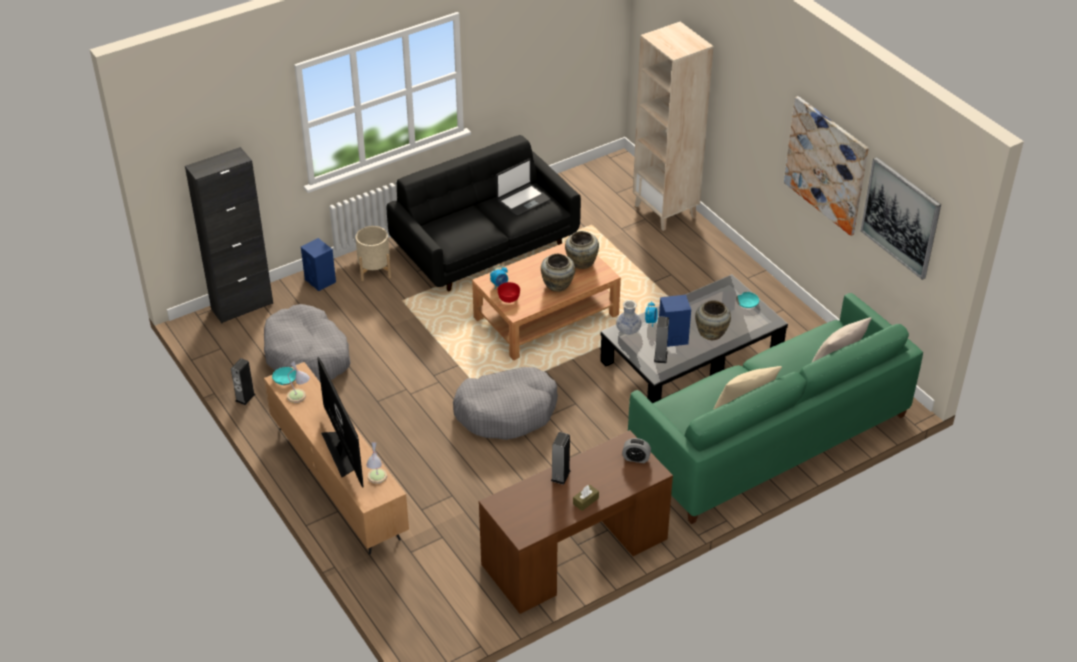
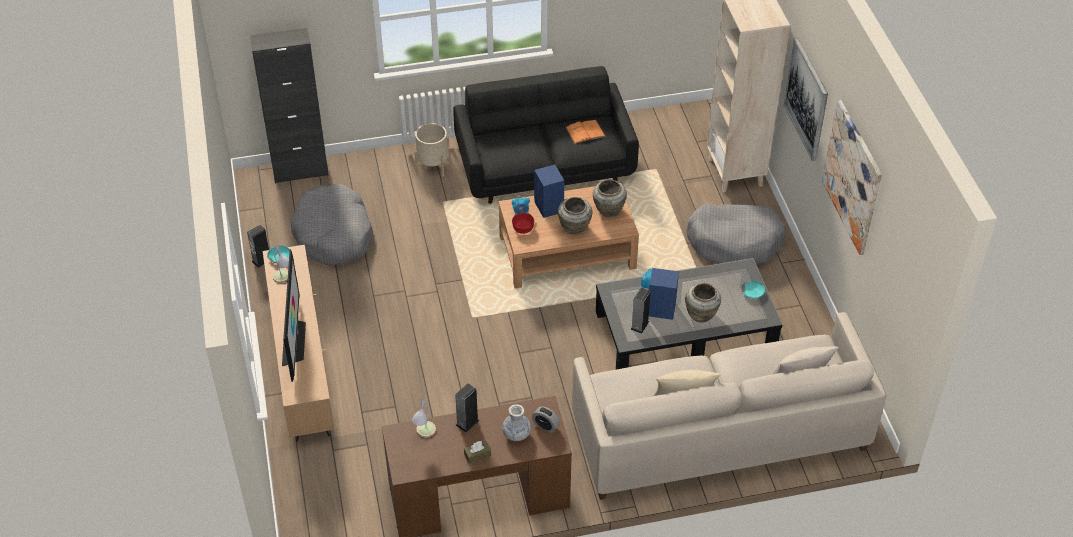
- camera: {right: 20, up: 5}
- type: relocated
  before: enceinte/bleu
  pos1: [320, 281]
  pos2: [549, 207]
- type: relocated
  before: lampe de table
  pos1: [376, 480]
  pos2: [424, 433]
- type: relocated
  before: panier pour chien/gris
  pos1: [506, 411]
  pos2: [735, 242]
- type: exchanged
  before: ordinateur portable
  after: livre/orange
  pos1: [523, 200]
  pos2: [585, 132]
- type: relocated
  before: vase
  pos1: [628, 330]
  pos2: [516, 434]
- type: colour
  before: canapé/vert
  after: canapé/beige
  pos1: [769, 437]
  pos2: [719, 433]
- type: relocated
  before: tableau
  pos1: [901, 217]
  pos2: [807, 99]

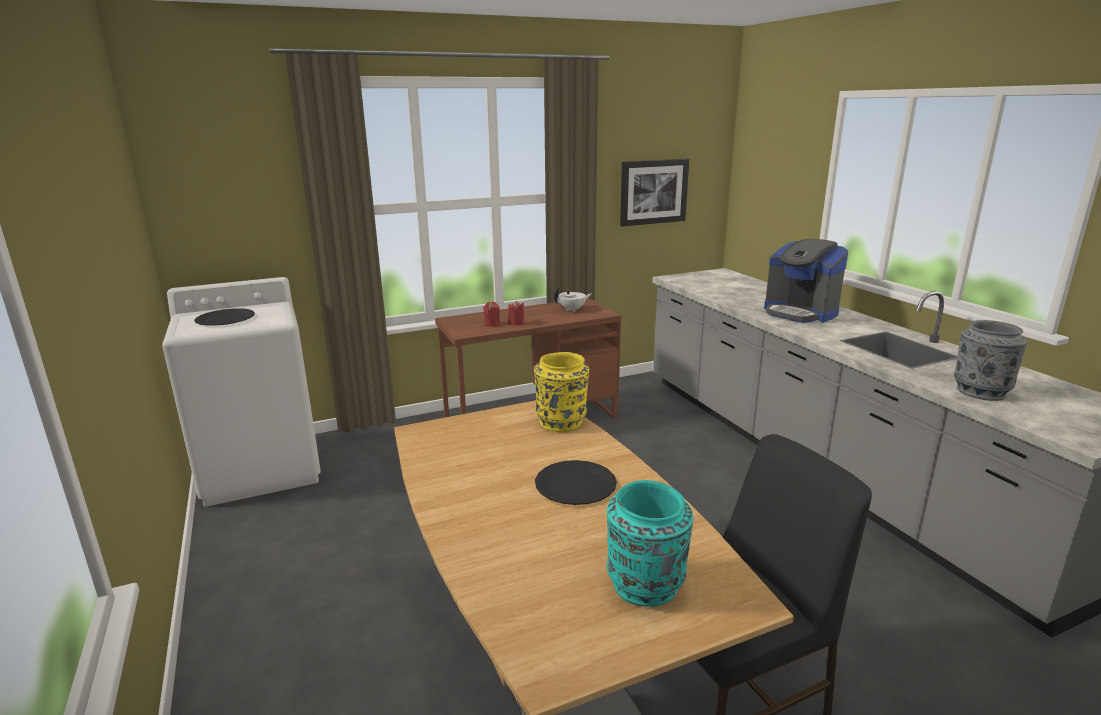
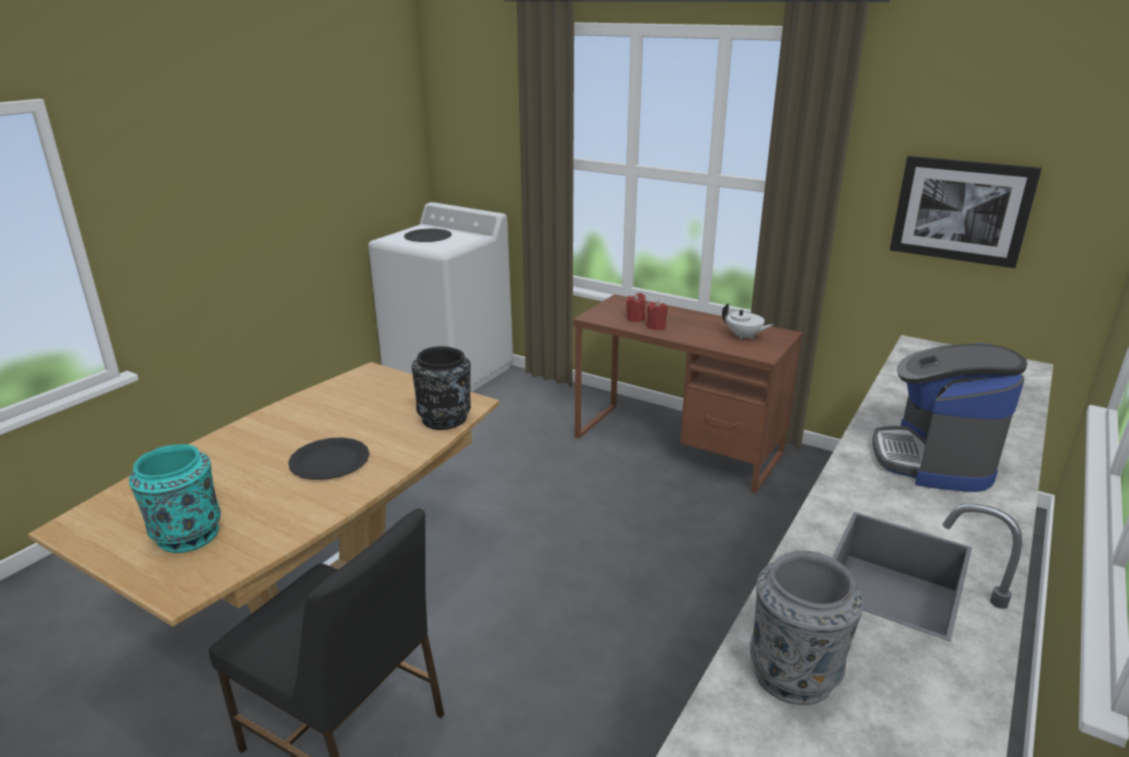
- camera: {right: 55, up: 5}
- type: colour
  before: vase/jaune
  after: vase/noir
  pos1: [562, 422]
  pos2: [445, 419]

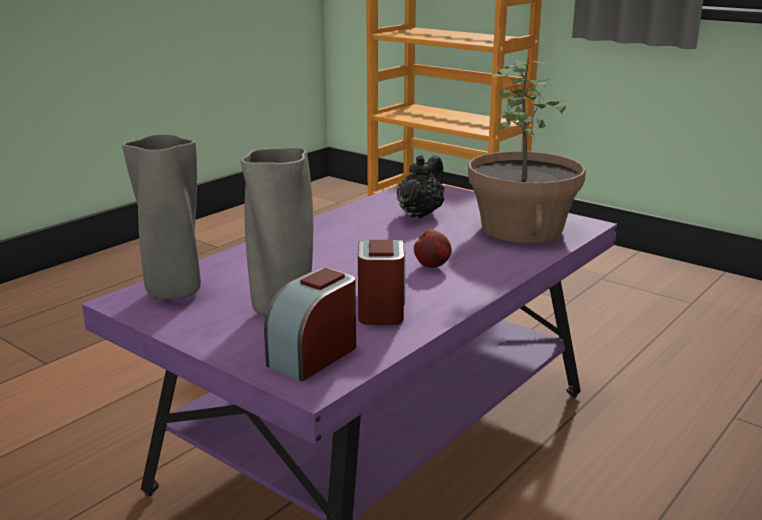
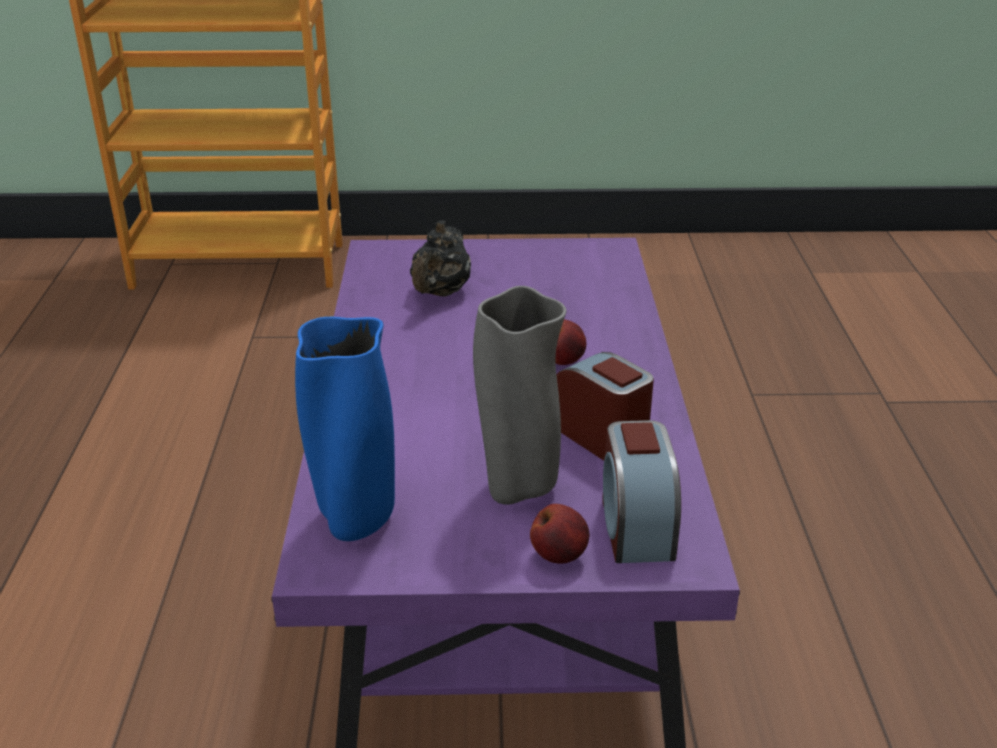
- camera: {right: -40, up: 10}
- type: colour
  before: vase/gris
  after: vase/bleu
  pos1: [175, 291]
  pos2: [356, 520]
- type: spun
  before: théière/noir
  pos1: [420, 214]
  pos2: [440, 292]
  turn: -150
- type: missing
  before: plante en pot
  pos1: [523, 229]
- type: appeared
  after: pomme
  pos2: [559, 555]

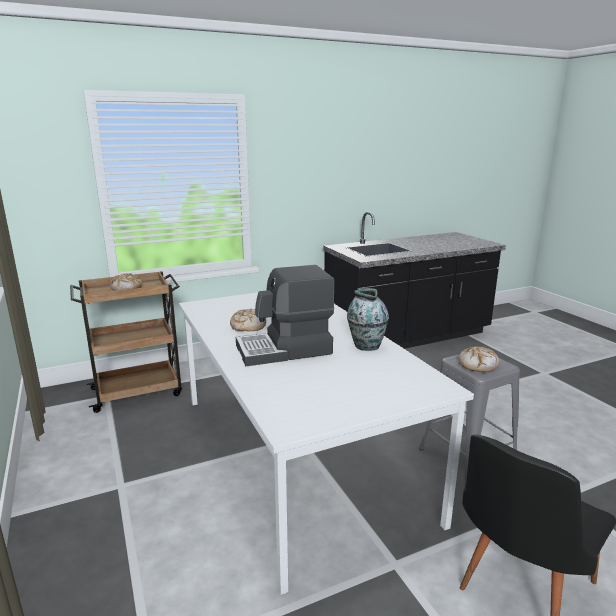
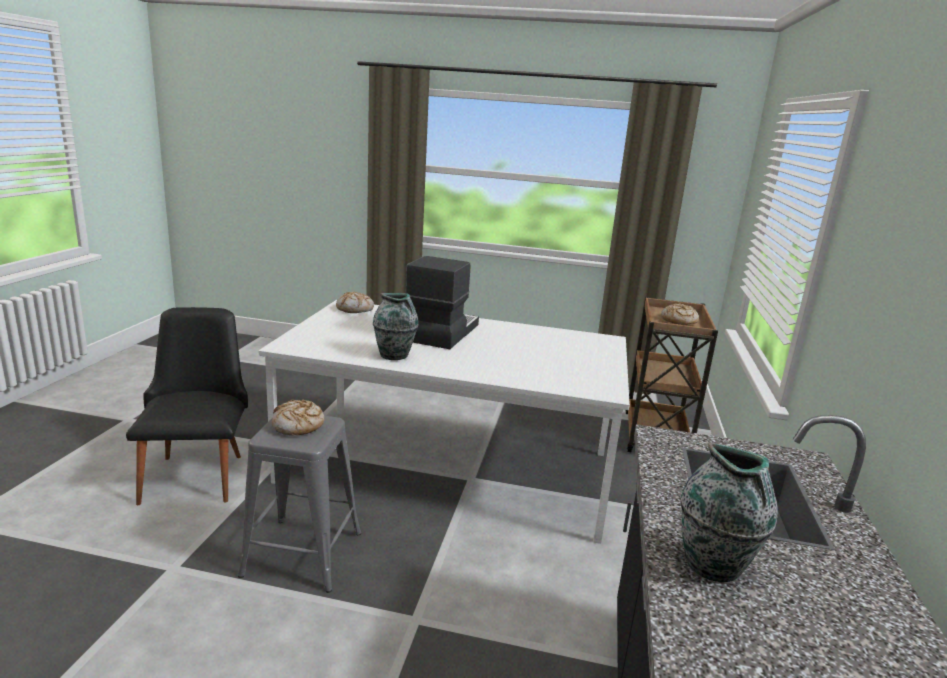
- camera: {right: 125, up: 0}
- type: relocated
  before: pain
  pos1: [248, 326]
  pos2: [355, 309]
- type: appeared
  after: vase
  pos2: [714, 566]

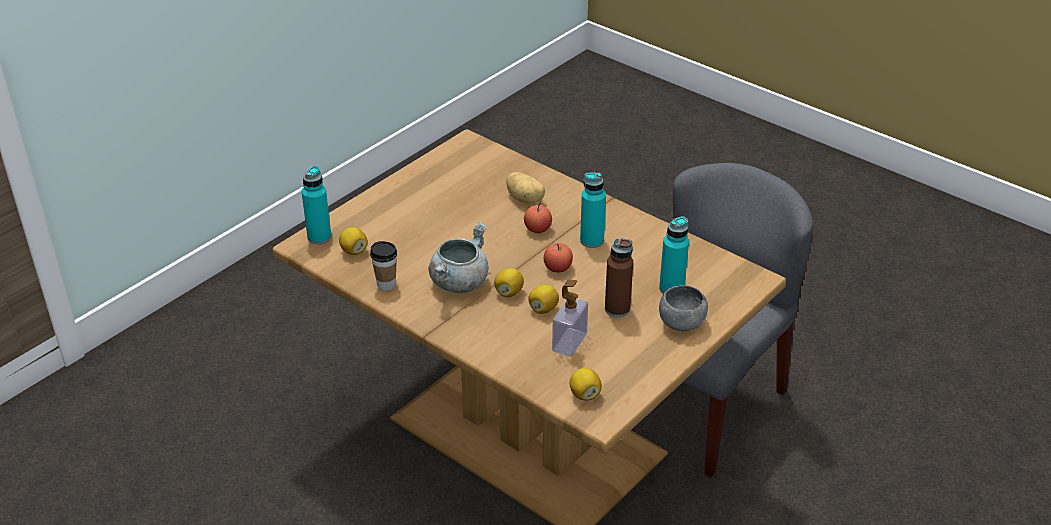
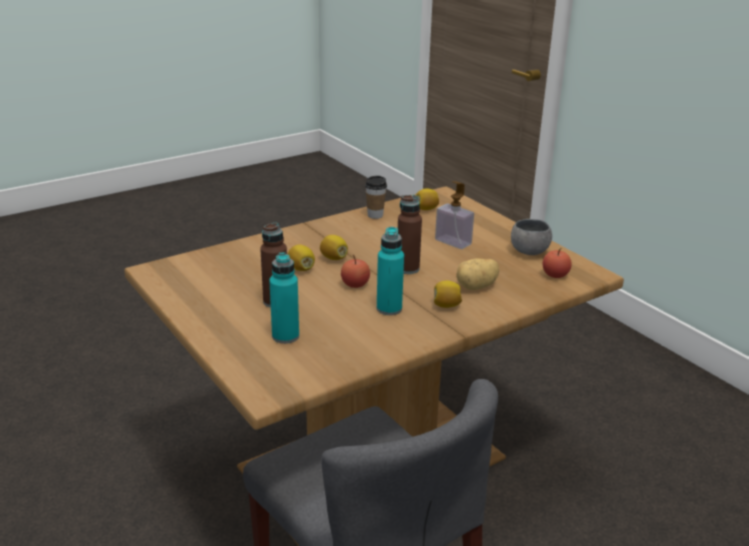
- camera: {right: 105, up: -10}
- type: missing
  before: bouteille/turquoise
  pos1: [319, 237]
- type: missing
  before: marmite/gris
  pos1: [459, 282]
- type: relocated
  before: pomme
  pos1: [537, 229]
  pos2: [555, 275]
- type: relocated
  before: distributeur de savon
  pos1: [569, 342]
  pos2: [453, 242]
- type: relocated
  before: citron
  pos1: [584, 394]
  pos2: [446, 305]
- type: relocated
  before: bol/gris
  pos1: [681, 323]
  pos2: [529, 251]
- type: appeared
  after: bouteille/marron
  pos2: [407, 269]

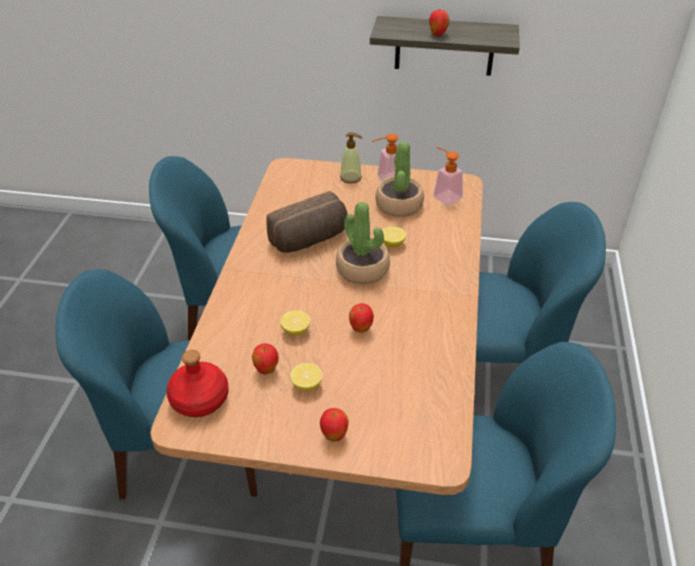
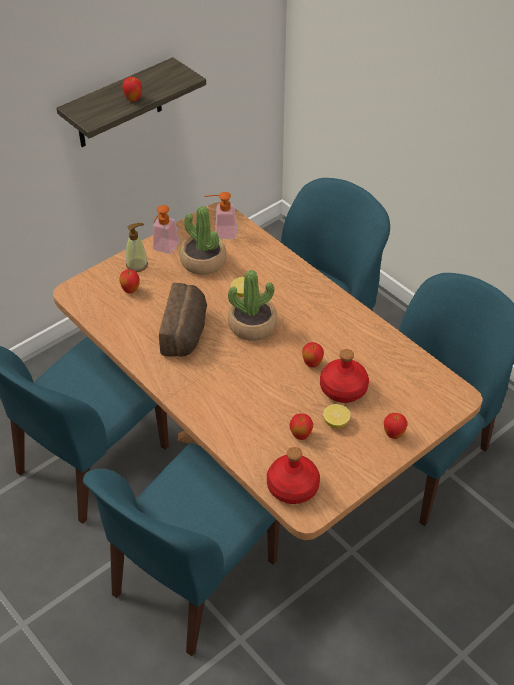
- camera: {right: -50, up: 5}
- type: missing
  before: citron
  pos1: [296, 330]
- type: appeared
  after: pomme
  pos2: [130, 290]
- type: appeared
  after: bouteille/rouge
  pos2: [342, 389]

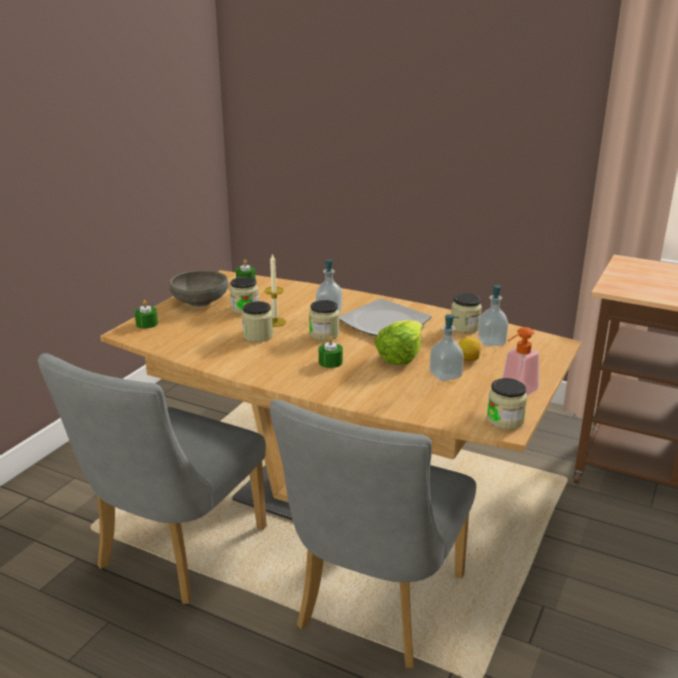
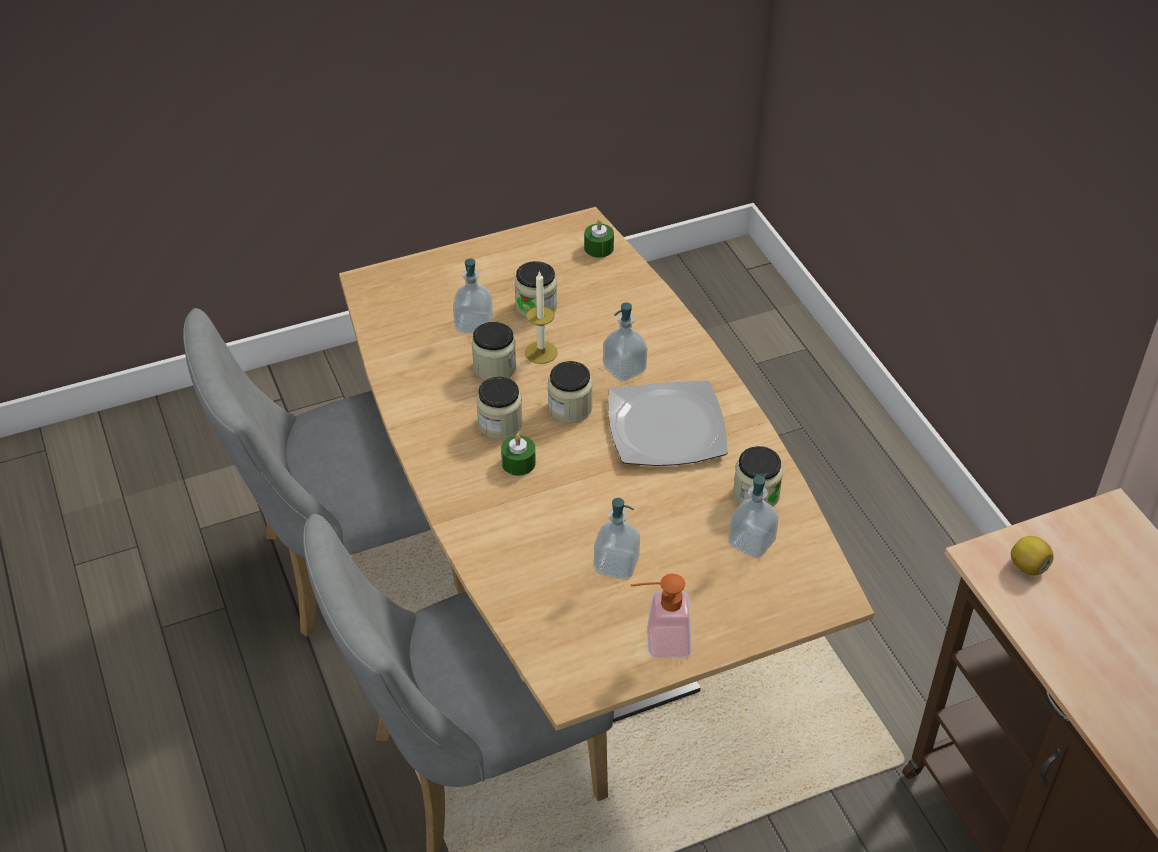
- camera: {right: 40, up: 20}
- type: missing
  before: bougie/vert
  pos1: [147, 323]
- type: missing
  before: bol/gris
  pos1: [200, 302]
- type: missing
  before: laitue
  pos1: [400, 356]
- type: relocated
  before: citron
  pos1: [468, 359]
  pos2: [1028, 567]
- type: relocated
  before: bocal
  pos1: [505, 420]
  pos2: [500, 424]
- type: appeared
  after: distributeur de savon
  pos2: [474, 325]

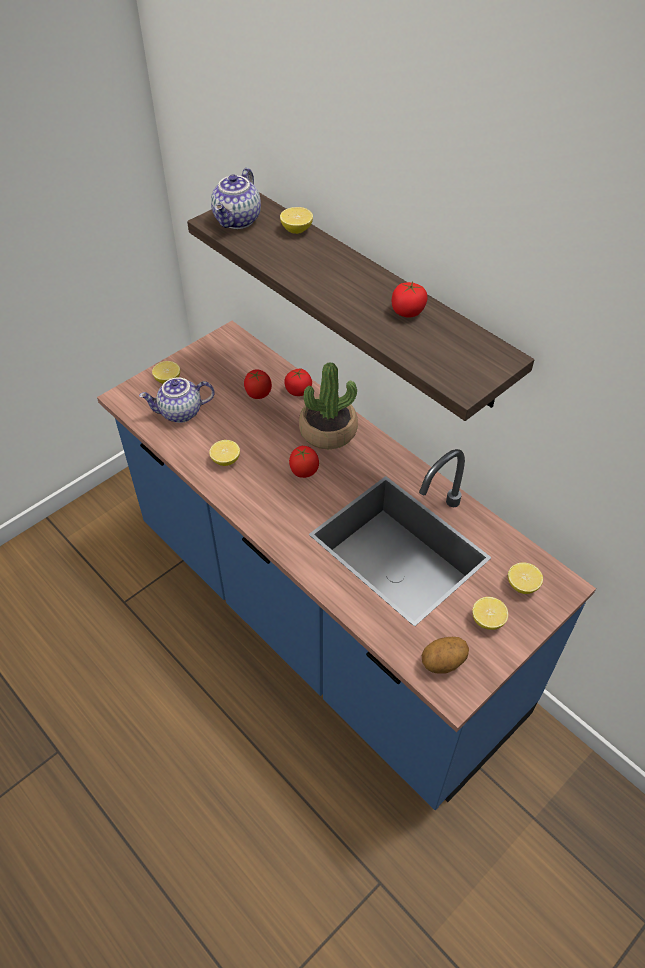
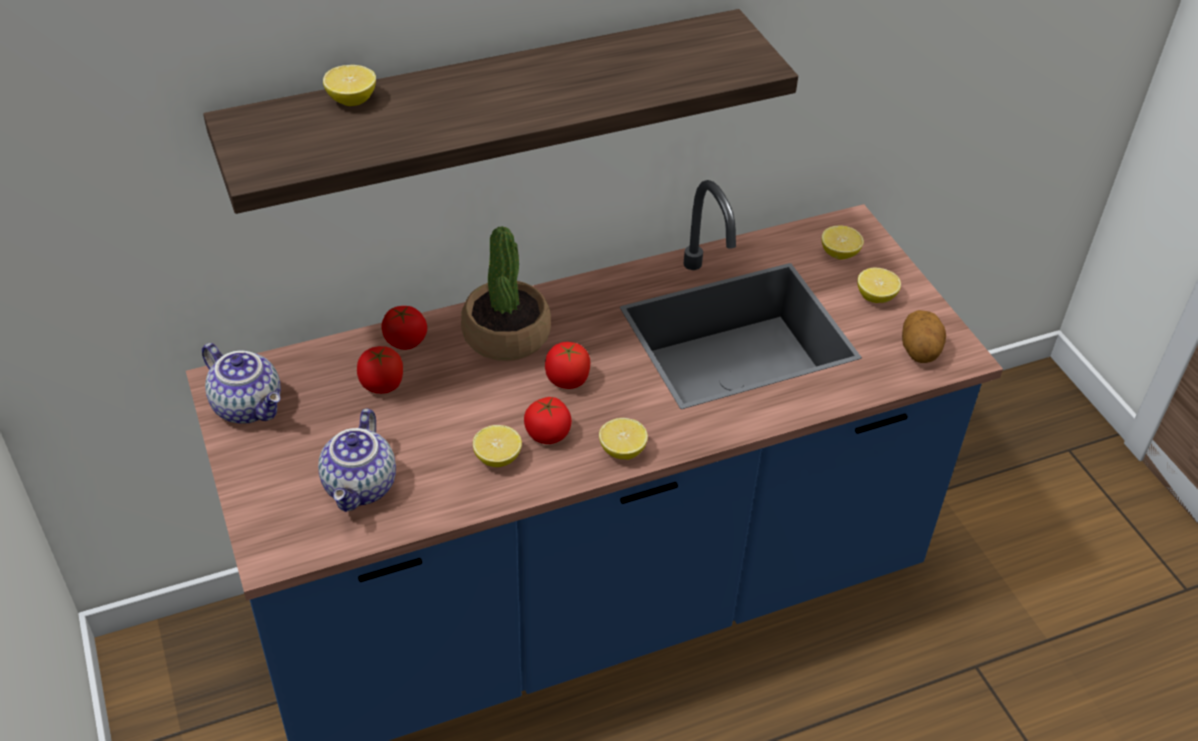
- camera: {right: -70, up: -5}
- type: relocated
  before: citron
  pos1: [168, 380]
  pos2: [622, 450]
- type: relocated
  before: théière
  pos1: [238, 220]
  pos2: [249, 406]
- type: relocated
  before: tomate
  pos1: [407, 311]
  pos2: [548, 433]

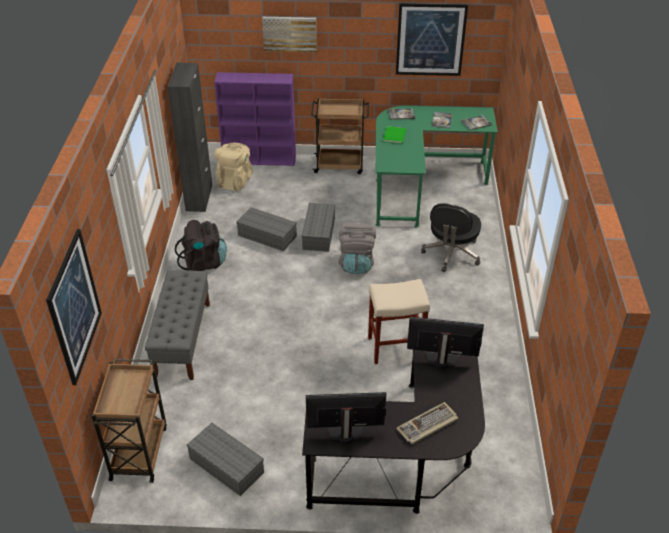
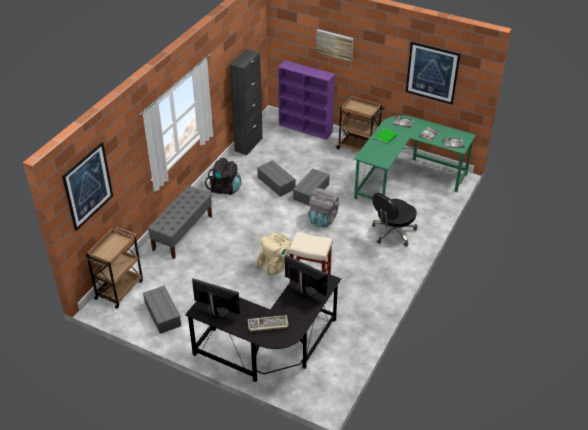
- camera: {right: 25, up: 0}
- type: relocated
  before: sac à dos/beige
  pos1: [235, 181]
  pos2: [276, 265]

